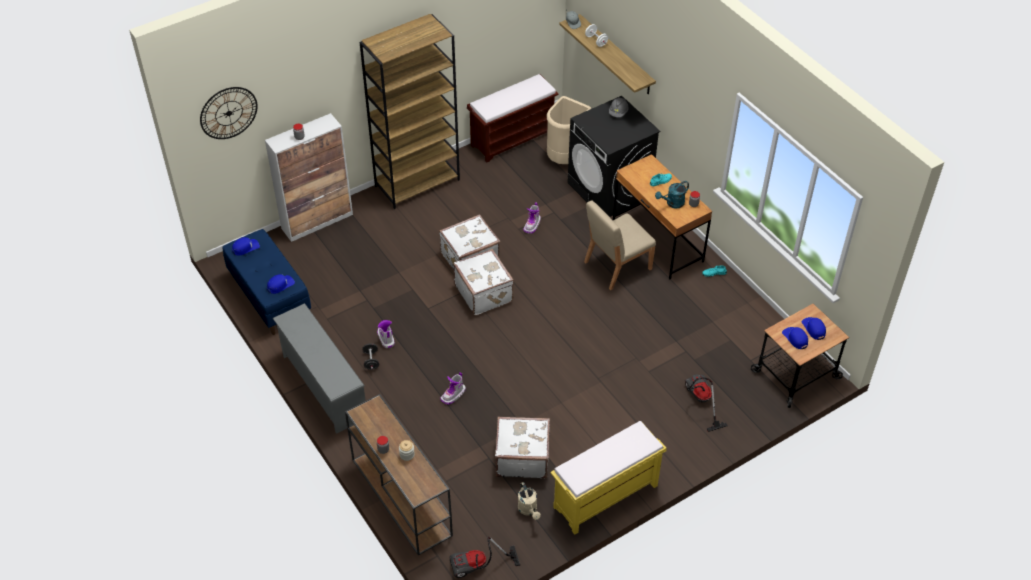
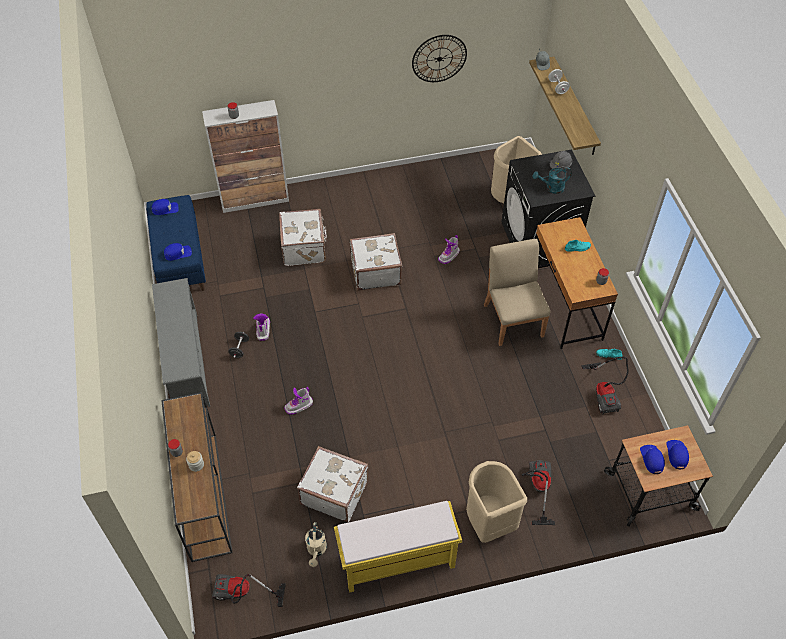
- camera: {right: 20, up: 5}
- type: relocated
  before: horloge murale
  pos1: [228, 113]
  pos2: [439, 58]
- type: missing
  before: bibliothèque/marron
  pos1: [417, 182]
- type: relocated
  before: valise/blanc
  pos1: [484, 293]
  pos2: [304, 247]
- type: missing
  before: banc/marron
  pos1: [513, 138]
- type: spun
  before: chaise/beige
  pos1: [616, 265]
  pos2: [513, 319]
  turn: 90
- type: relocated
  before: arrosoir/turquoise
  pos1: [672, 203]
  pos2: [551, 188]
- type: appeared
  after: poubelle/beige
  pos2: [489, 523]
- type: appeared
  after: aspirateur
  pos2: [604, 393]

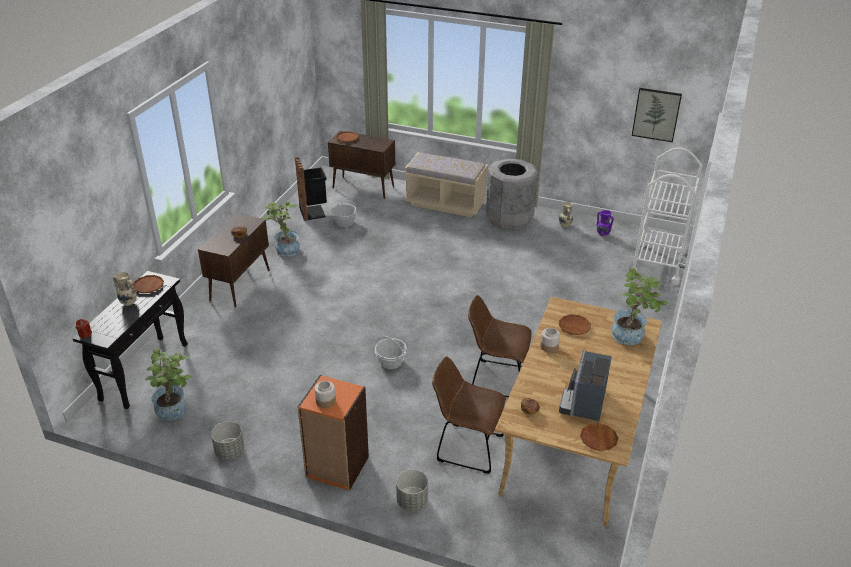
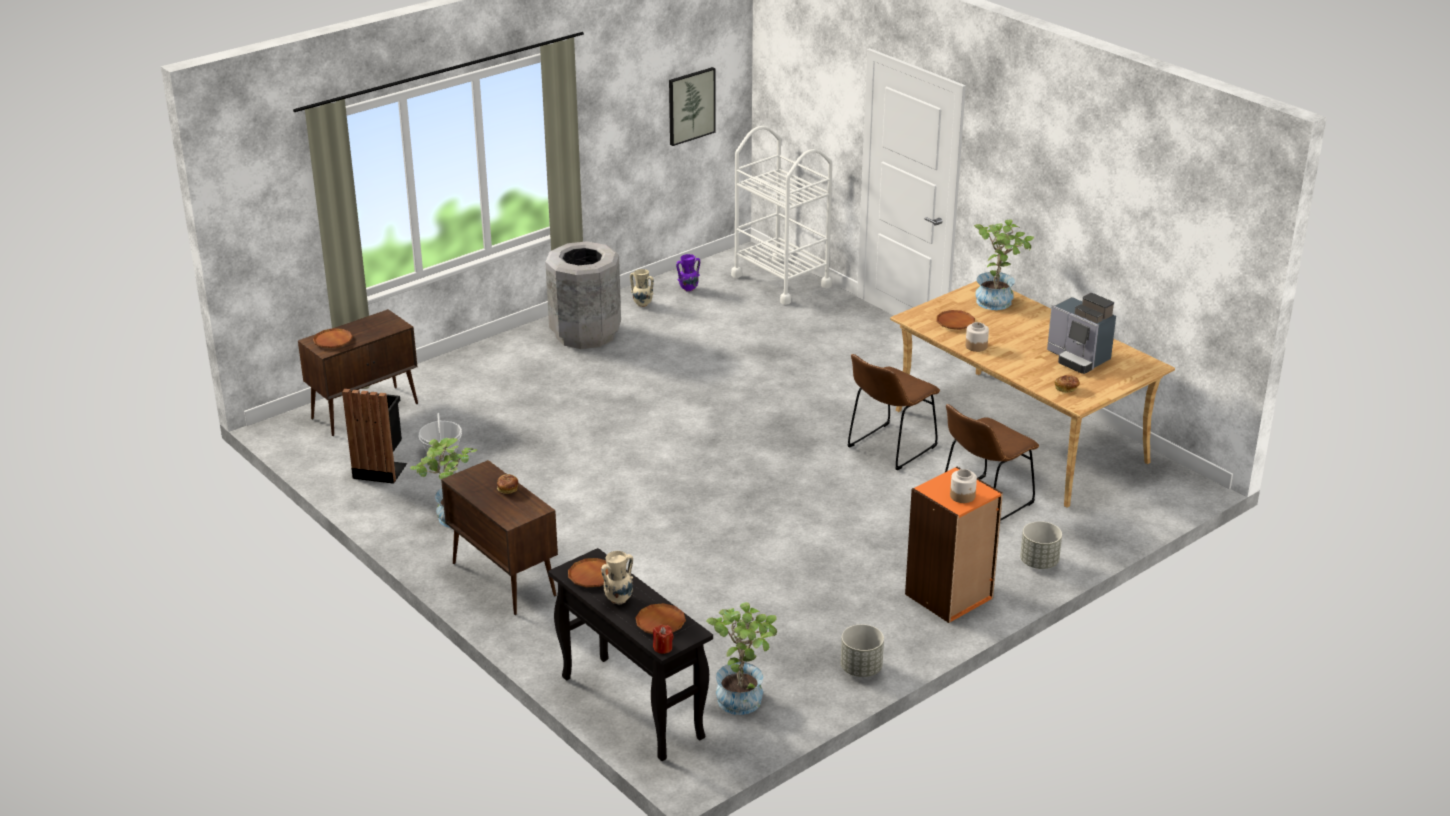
- camera: {right: -60, up: -5}
- type: missing
  before: panier
  pos1: [391, 362]
- type: missing
  before: banc/beige
  pos1: [445, 204]
- type: relocated
  before: assiette/marron
  pos1: [598, 439]
  pos2: [660, 622]

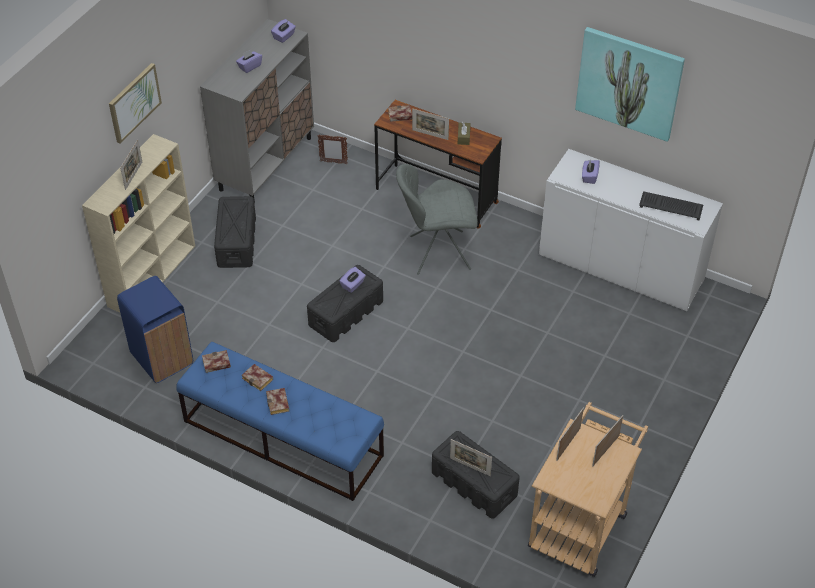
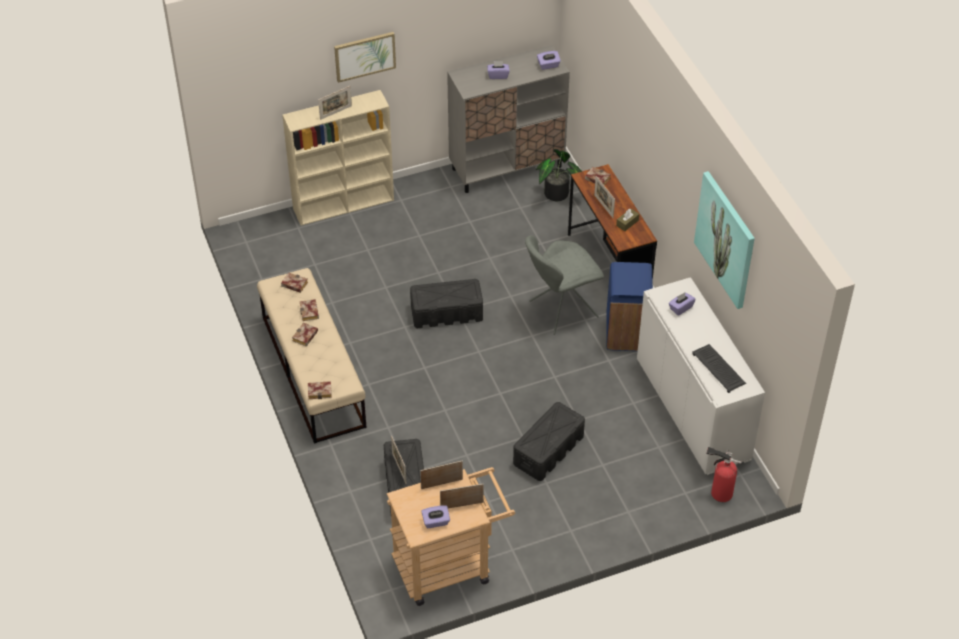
- camera: {right: 40, up: 0}
- type: relocated
  before: poubelle/bleu
  pos1: [161, 359]
  pos2: [625, 334]
- type: colour
  before: banc/bleu
  after: banc/beige
  pos1: [282, 438]
  pos2: [313, 371]
- type: relocated
  before: boîte de rangement/noir
  pos1: [237, 241]
  pos2: [548, 450]
- type: exchanged
  before: cadre photo
  after: plante en pot
  pos1: [333, 162]
  pos2: [558, 195]
- type: relocated
  before: boîte à mouchoirs/violet
  pos1: [353, 285]
  pos2: [436, 522]
- type: spun
  before: chaise/gris
  pos1: [437, 253]
  pos2: [561, 310]
  turn: -60
- type: appeared
  after: livre
  pos2: [320, 391]
- type: appeared
  after: extincteur
  pos2: [719, 492]

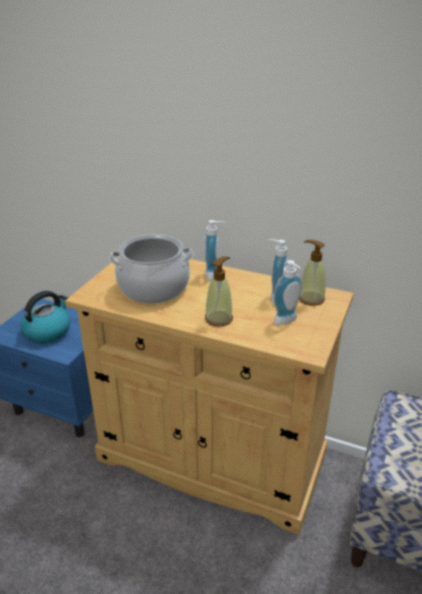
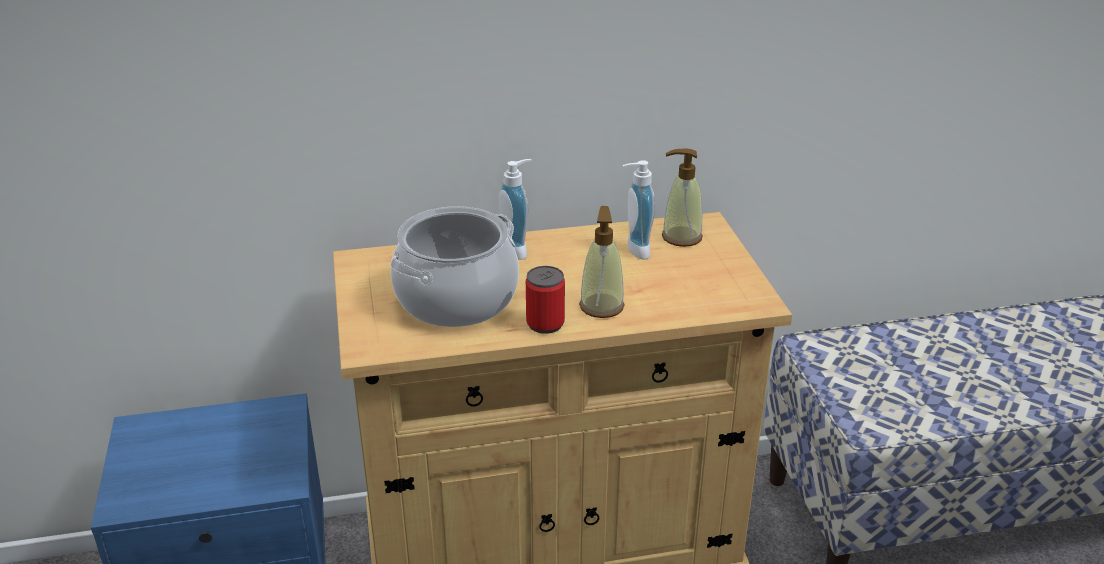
- camera: {right: -35, up: 0}
- type: missing
  before: bouilloire
  pos1: [48, 331]
- type: missing
  before: distributeur de savon
  pos1: [287, 321]
- type: appeared
  after: boîte métallique
  pos2: [545, 324]

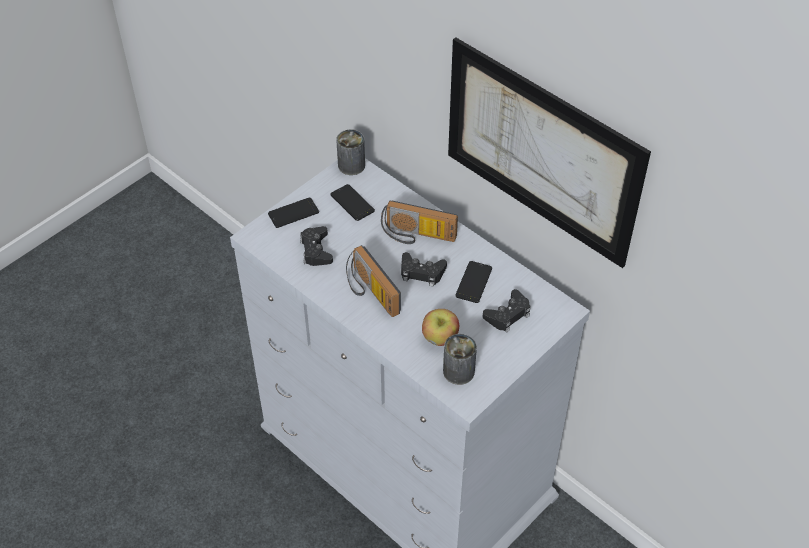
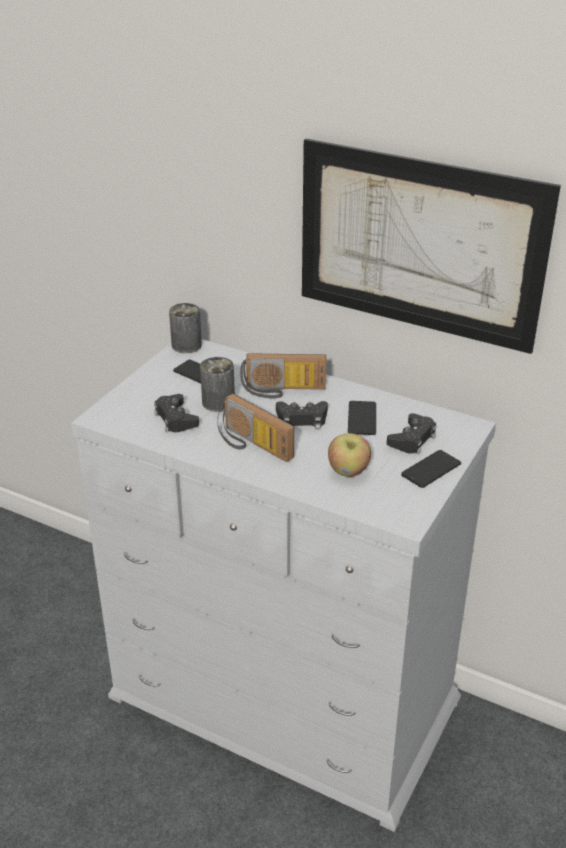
- camera: {right: -15, up: -15}
- type: relocated
  before: téléphone
  pos1: [293, 213]
  pos2: [431, 469]
- type: relocated
  before: boîte métallique
  pos1: [458, 371]
  pos2: [218, 402]

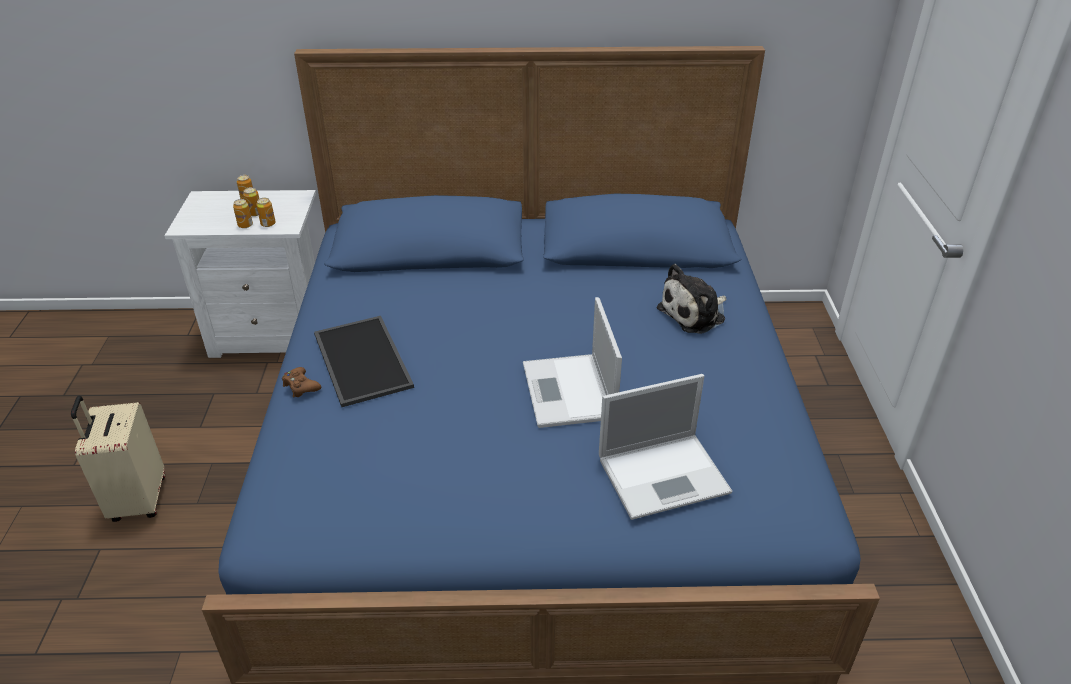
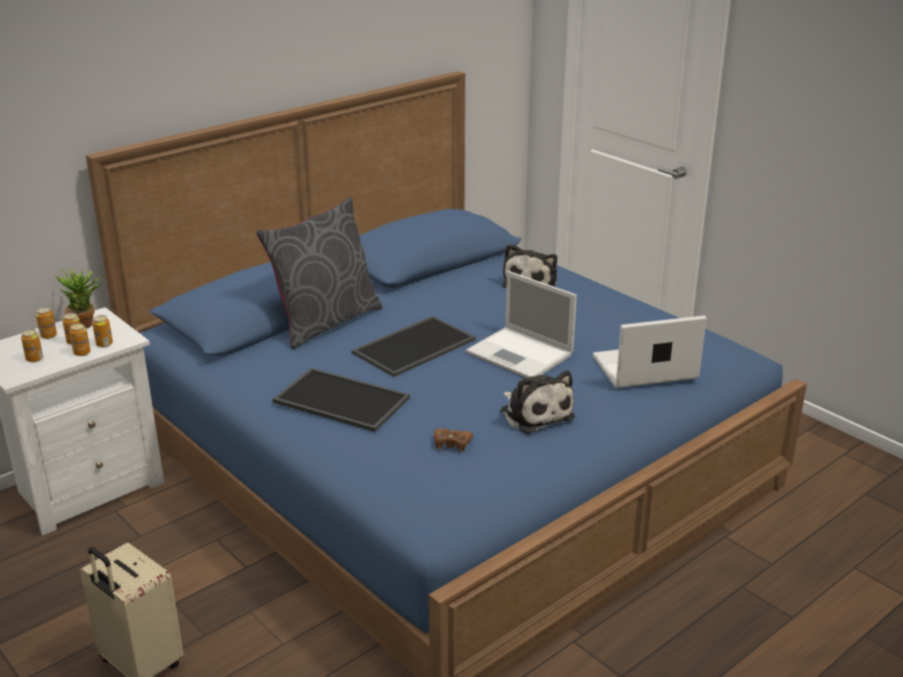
- camera: {right: -40, up: -10}
- type: relocated
  before: manette/marron
  pos1: [301, 386]
  pos2: [451, 444]
- type: spun
  before: ordinateur portable
  pos1: [665, 474]
  pos2: [642, 368]
  turn: -135
- type: appeared
  after: boîte métallique
  pos2: [34, 359]
- type: appeared
  after: plante en pot
  pos2: [87, 324]
- type: appeared
  after: coussin/gris
  pos2: [325, 322]
- type: appeared
  after: plateau
  pos2: [414, 345]
- type: appeared
  after: peluche
  pos2: [535, 413]

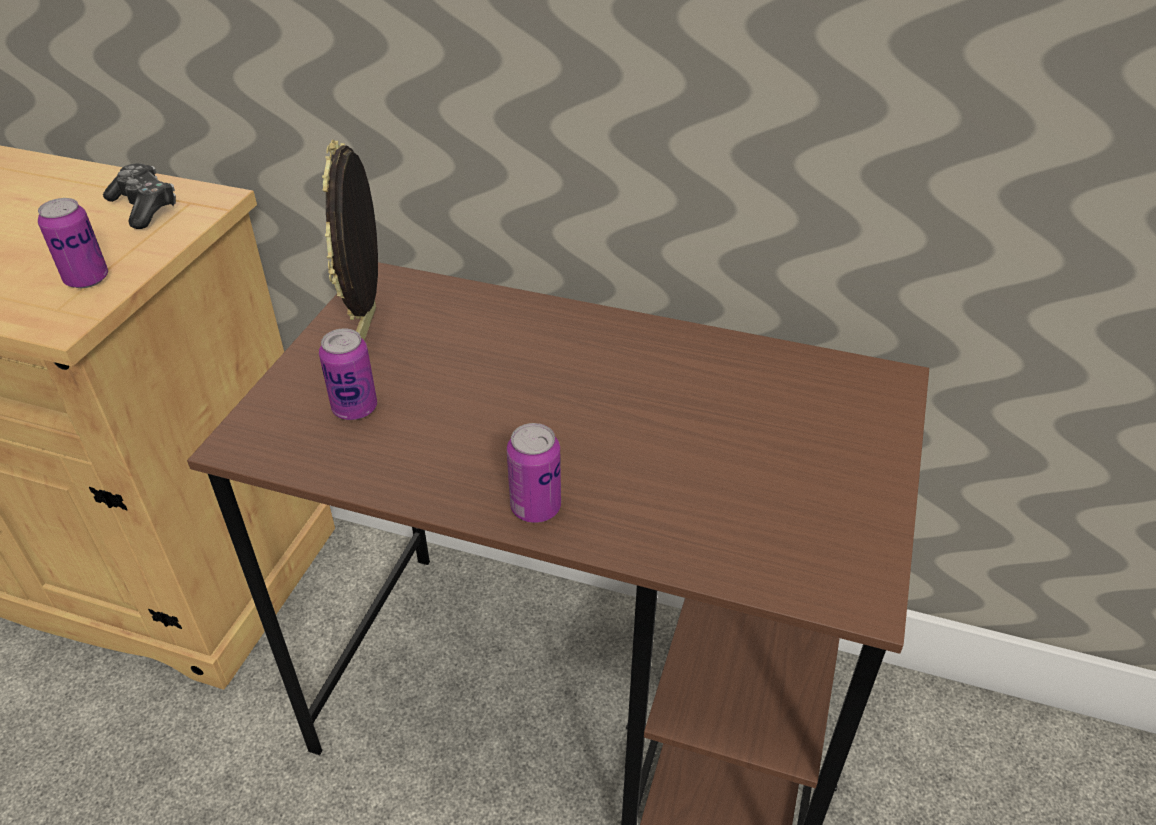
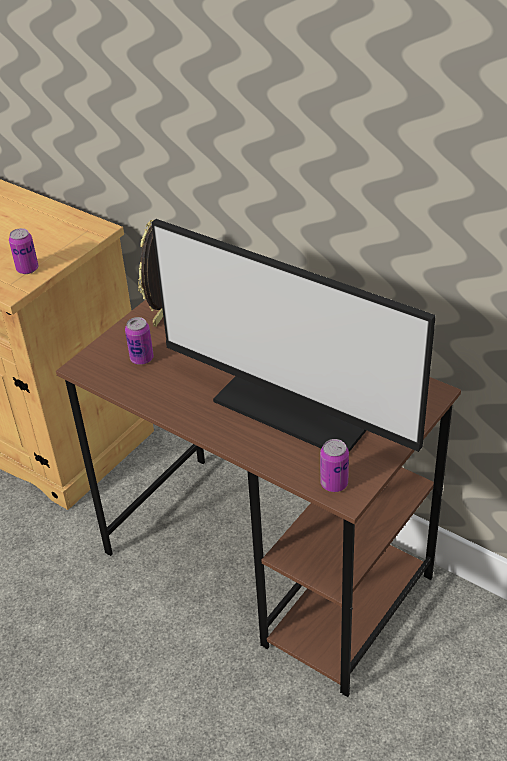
- camera: {right: 20, up: 0}
- type: missing
  before: manette
  pos1: [145, 207]
- type: relocated
  before: boîte métallique
  pos1: [535, 507]
  pos2: [334, 483]
- type: appeared
  after: écran d'ordinateur
  pos2: [298, 404]

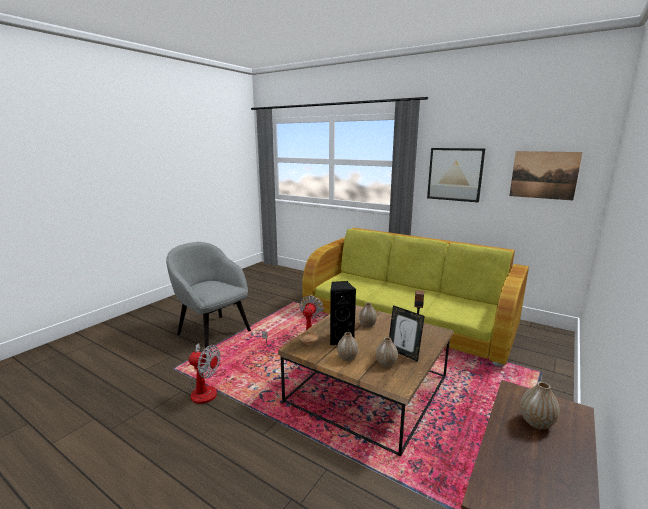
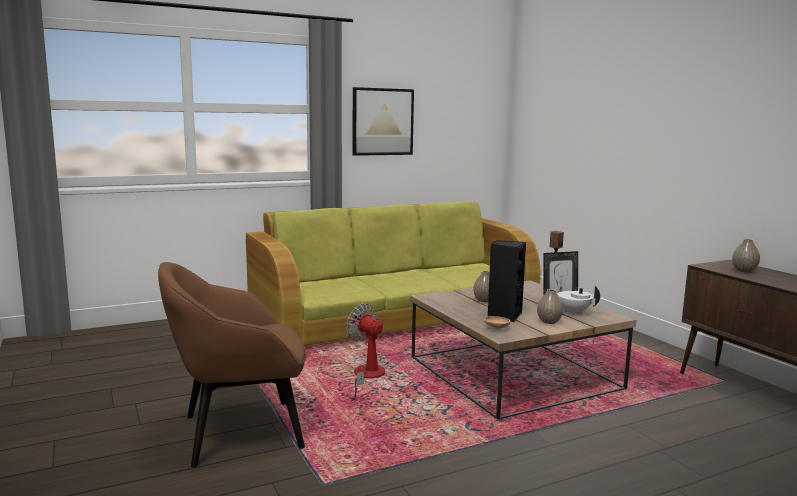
- camera: {right: -60, up: -5}
- type: colour
  before: fauteuil/gris
  after: fauteuil/marron
  pos1: [213, 332]
  pos2: [238, 432]
- type: missing
  before: ventilateur
  pos1: [203, 389]
- type: exchanged
  before: vase
  after: théière/blanc
  pos1: [386, 364]
  pos2: [573, 312]
- type: missing
  before: tableau
  pos1: [543, 175]

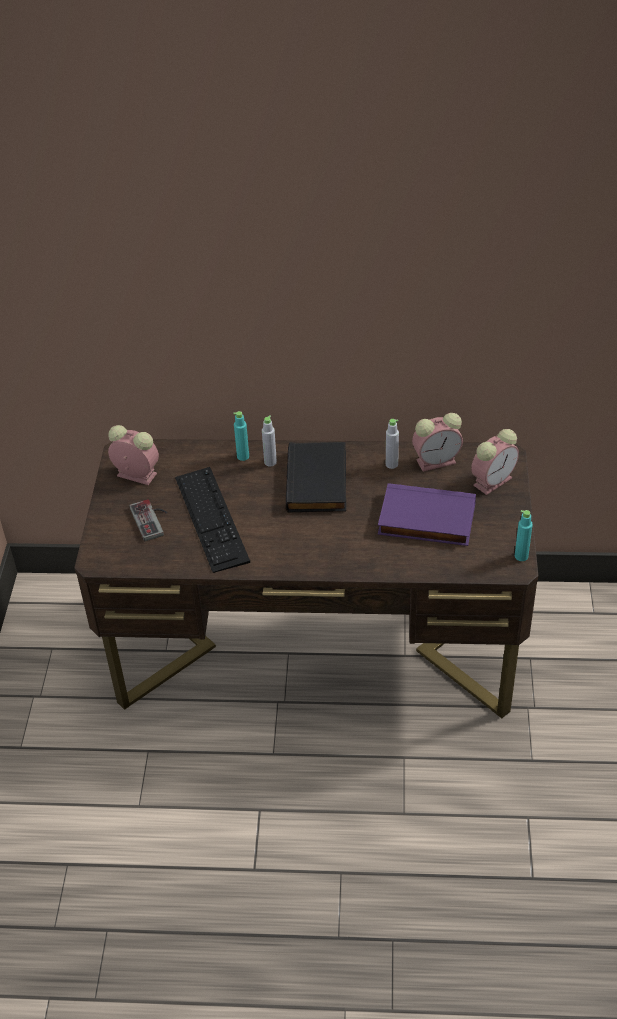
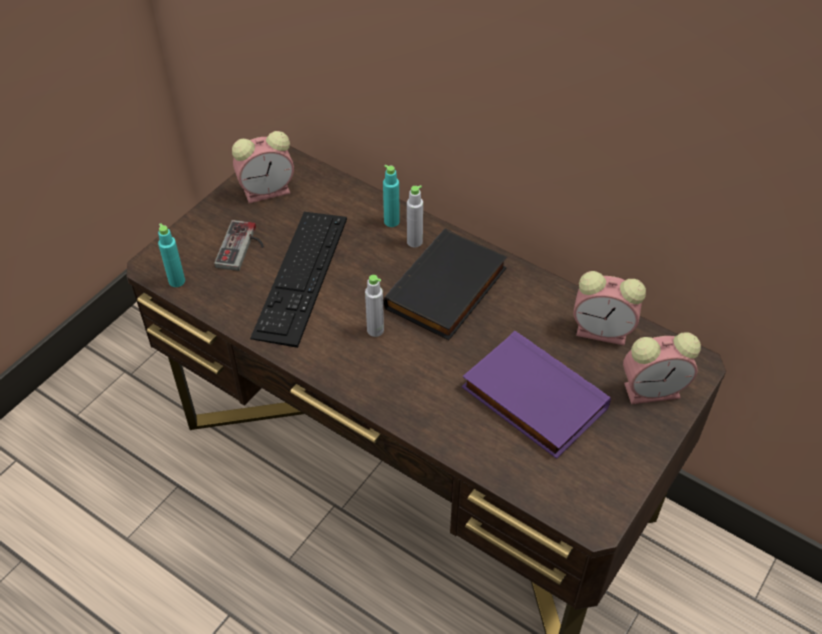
- camera: {right: 30, up: 5}
- type: spun
  before: réveil
  pos1: [135, 474]
  pos2: [268, 190]
  turn: 105
- type: relocated
  before: bouteille/gris
  pos1: [391, 464]
  pos2: [375, 330]
- type: relocated
  before: bouteille/turquoise
  pos1: [521, 556]
  pos2: [177, 281]

